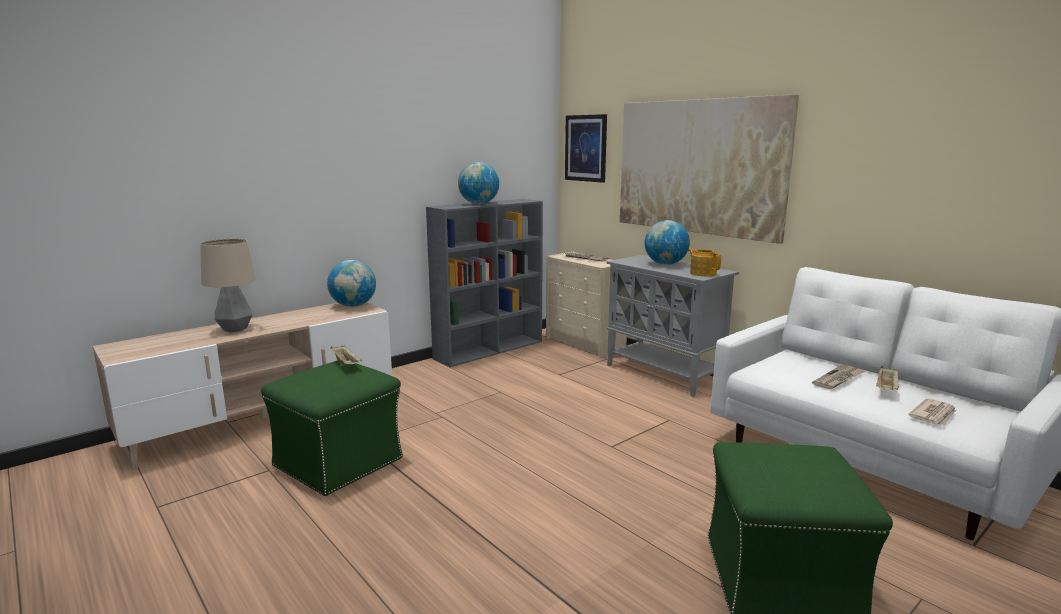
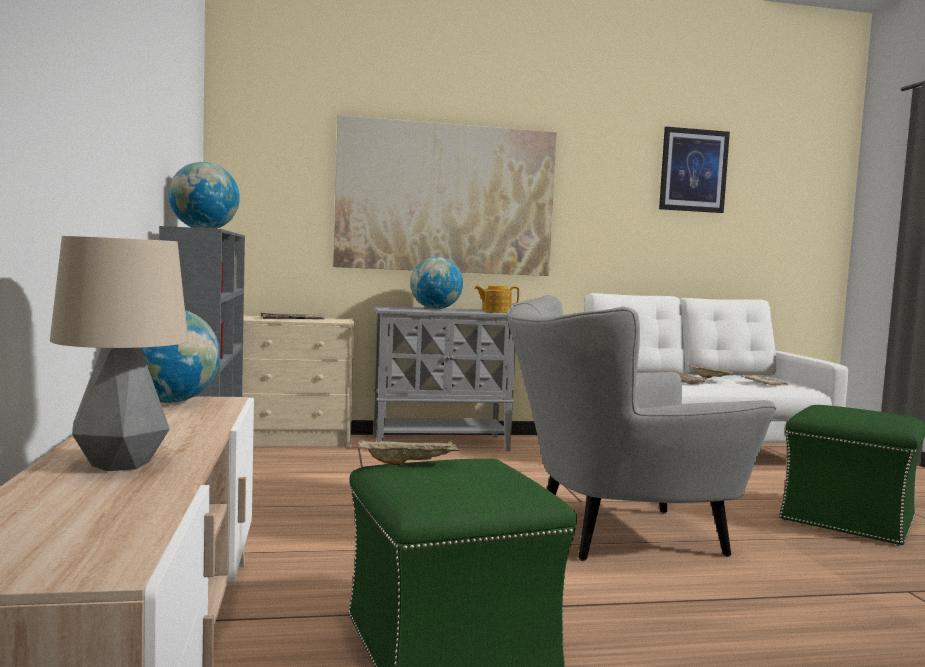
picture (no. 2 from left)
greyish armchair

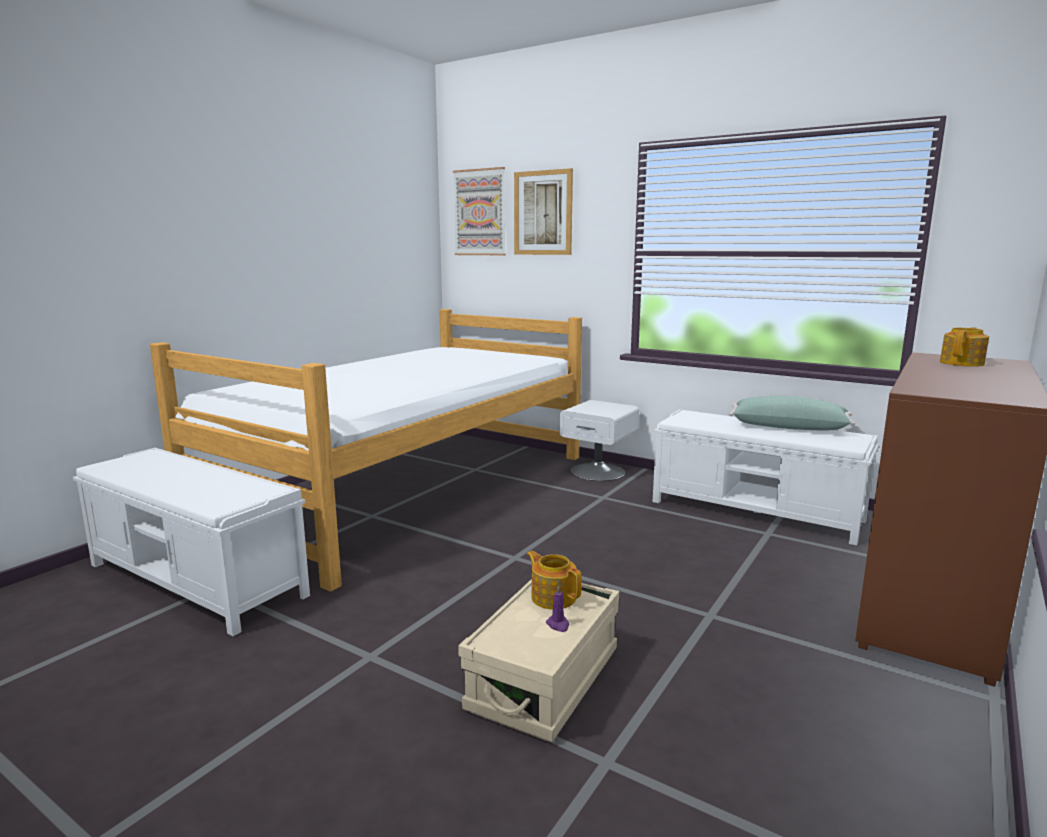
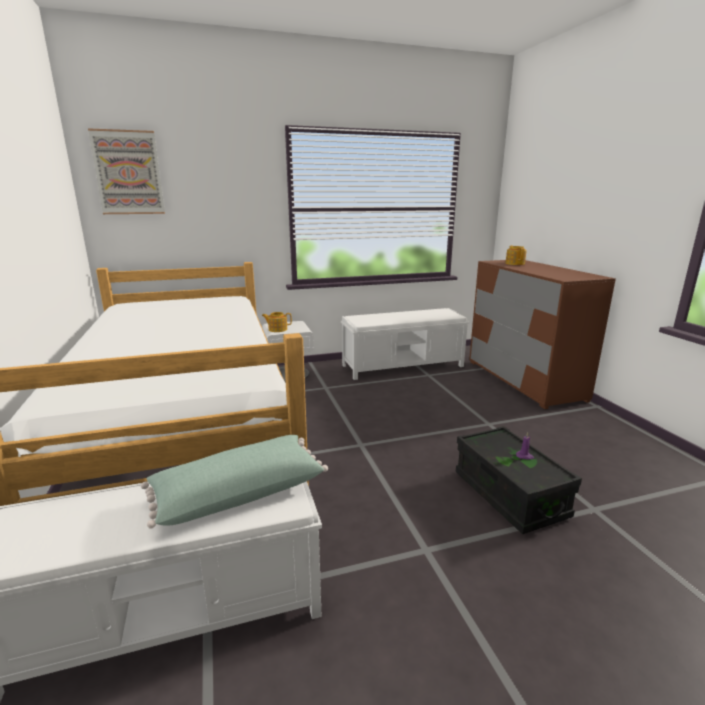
black storage bin
picture (no. 2 from left in the first image)
tea pot (no. 1 from left)
green-coloured pillow

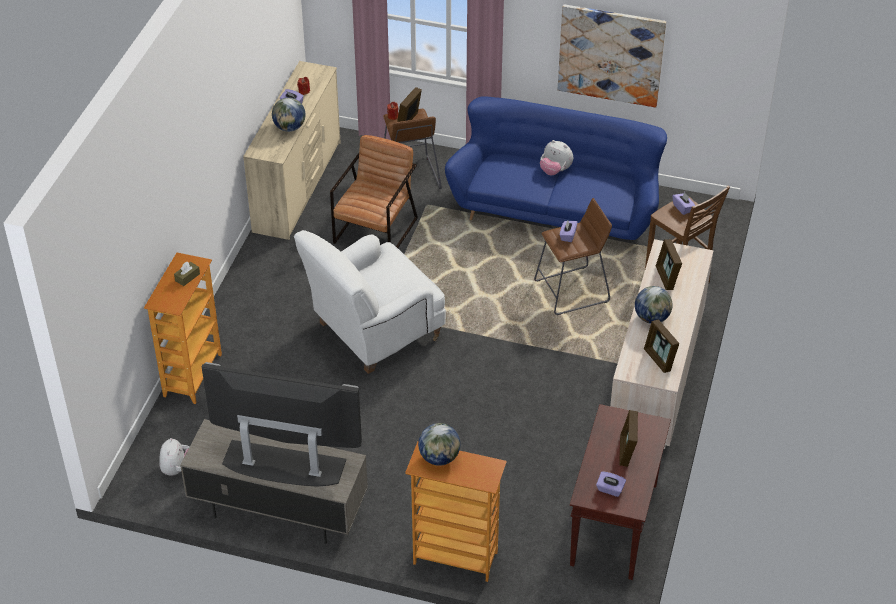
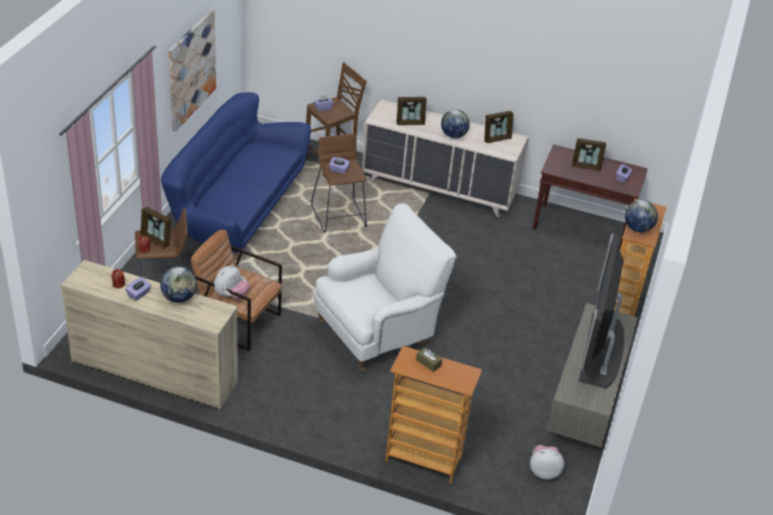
whitish armchair
soft toy (no. 1 from left)

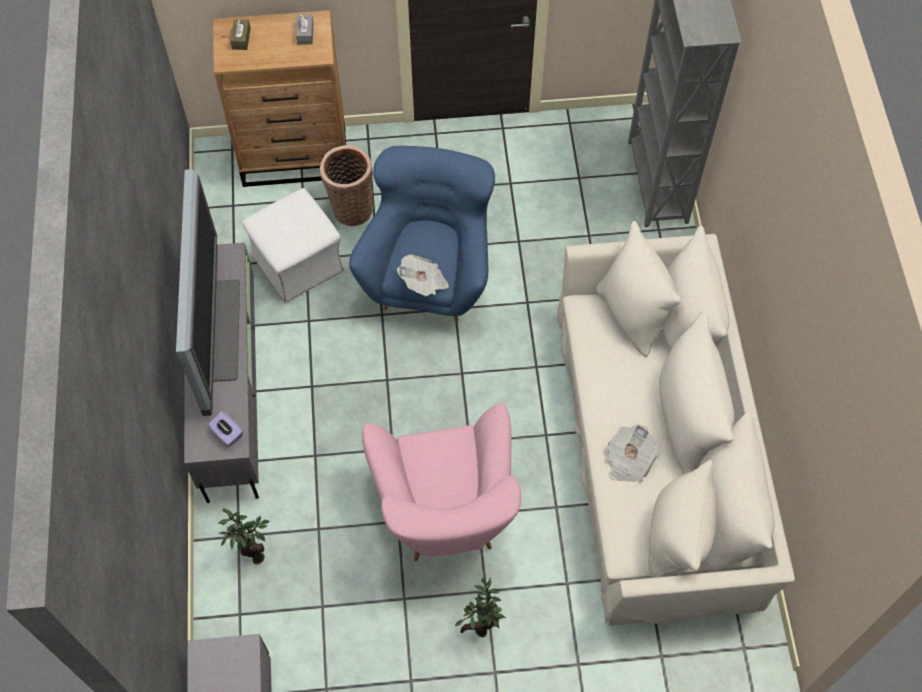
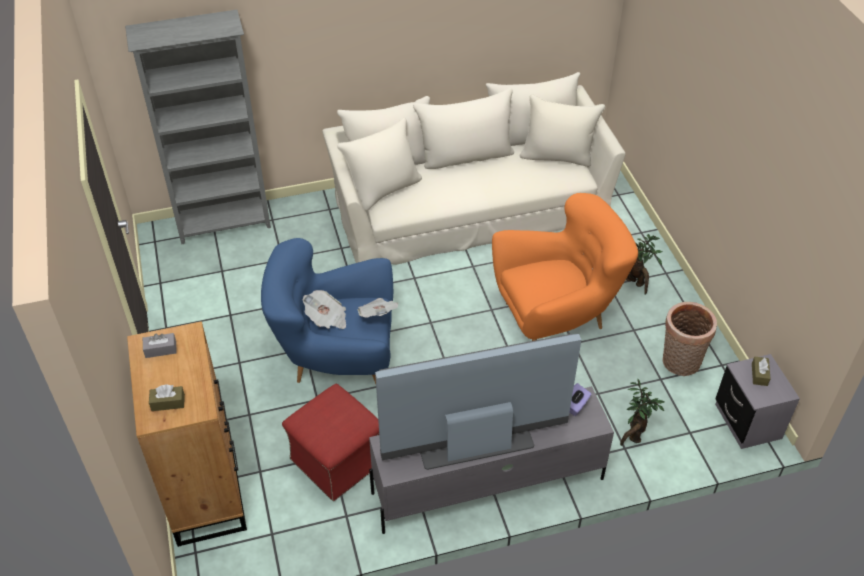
red-coloured ottoman
storage basket
orange armchair
newspaper (no. 1 from left)
brown-coloured tissue box (no. 2 from left)

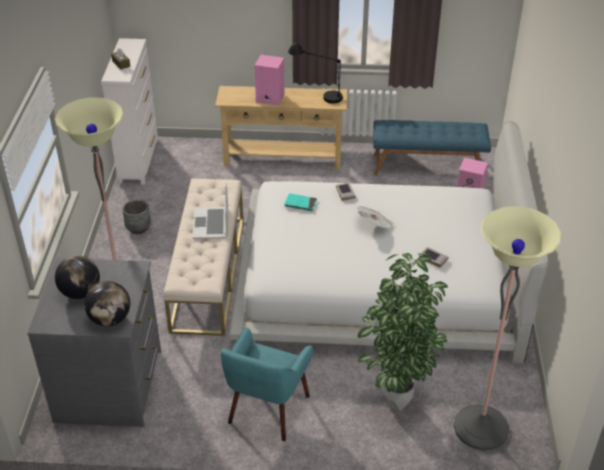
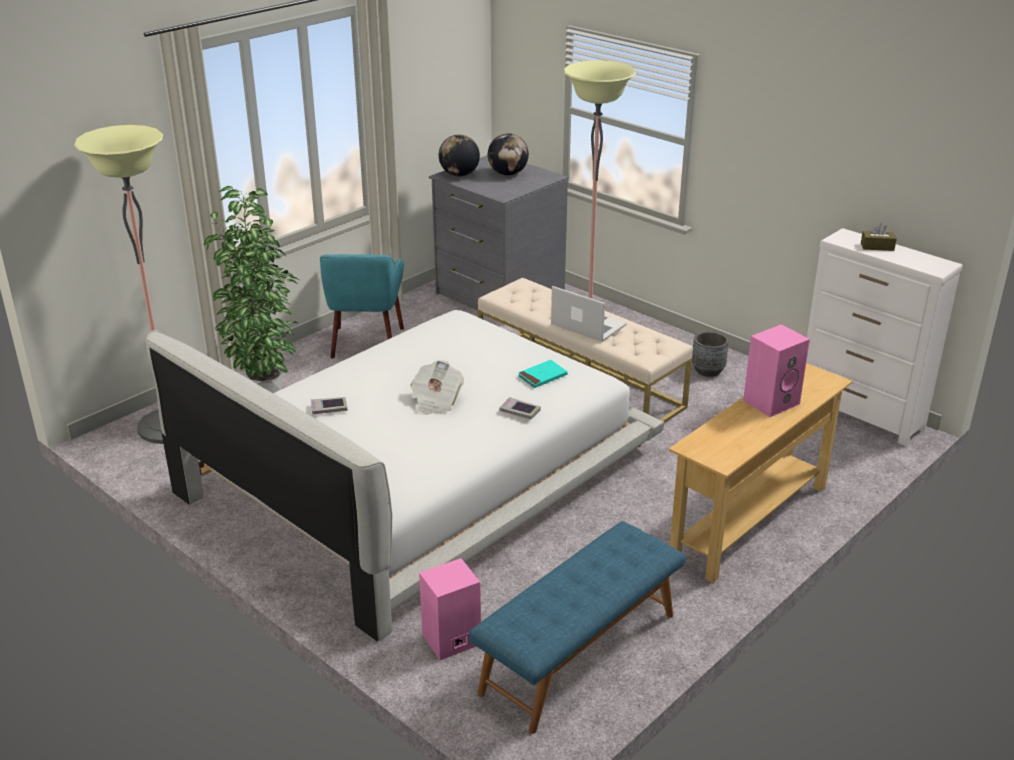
turquoise-coloured armchair
black table lamp

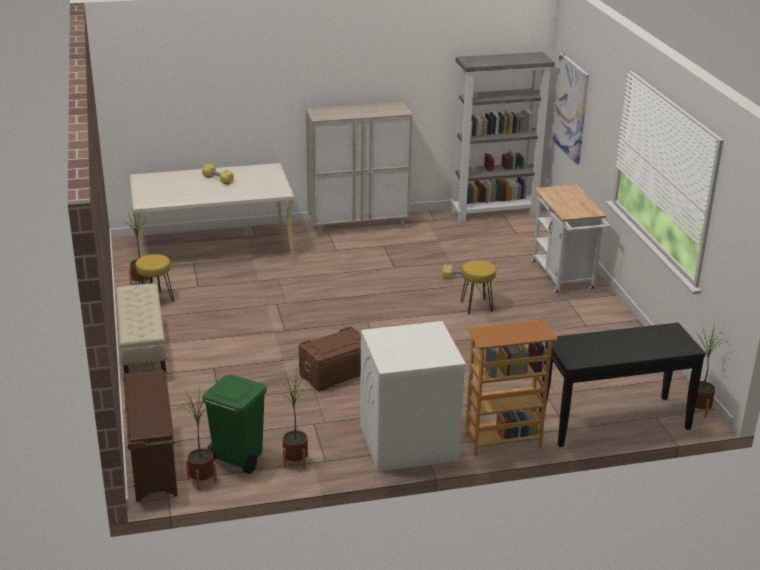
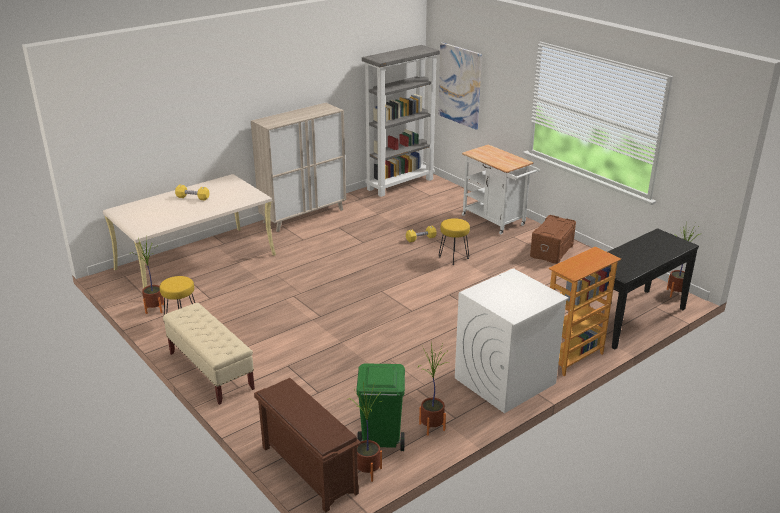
brown-coloured storage bin

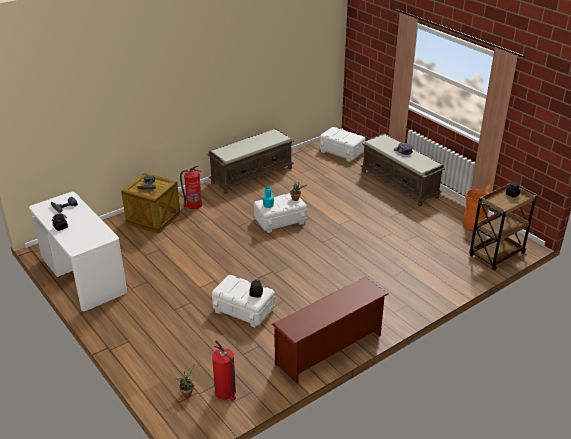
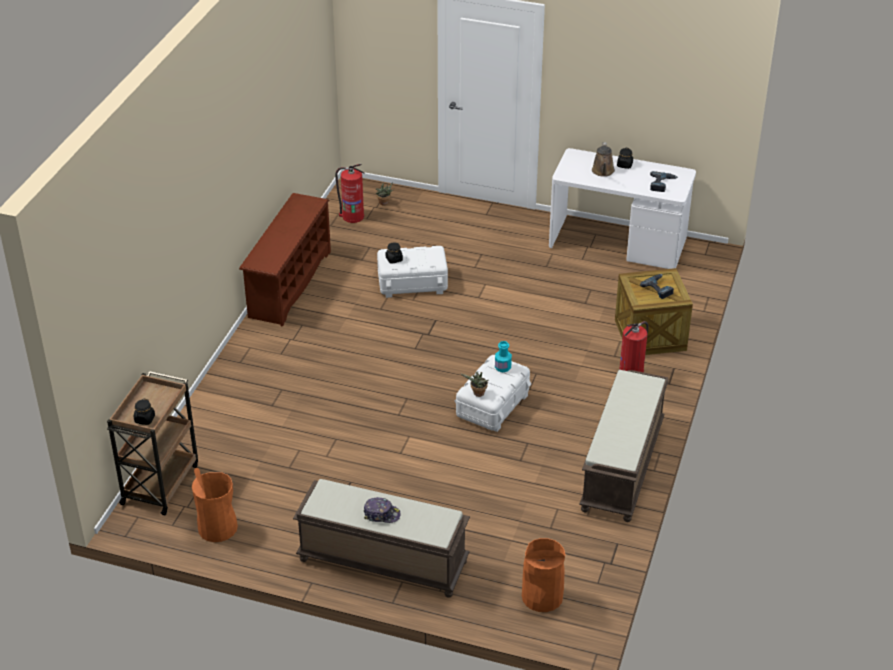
orange waste bin (no. 2 from left)
brown-coloured sprinkling can

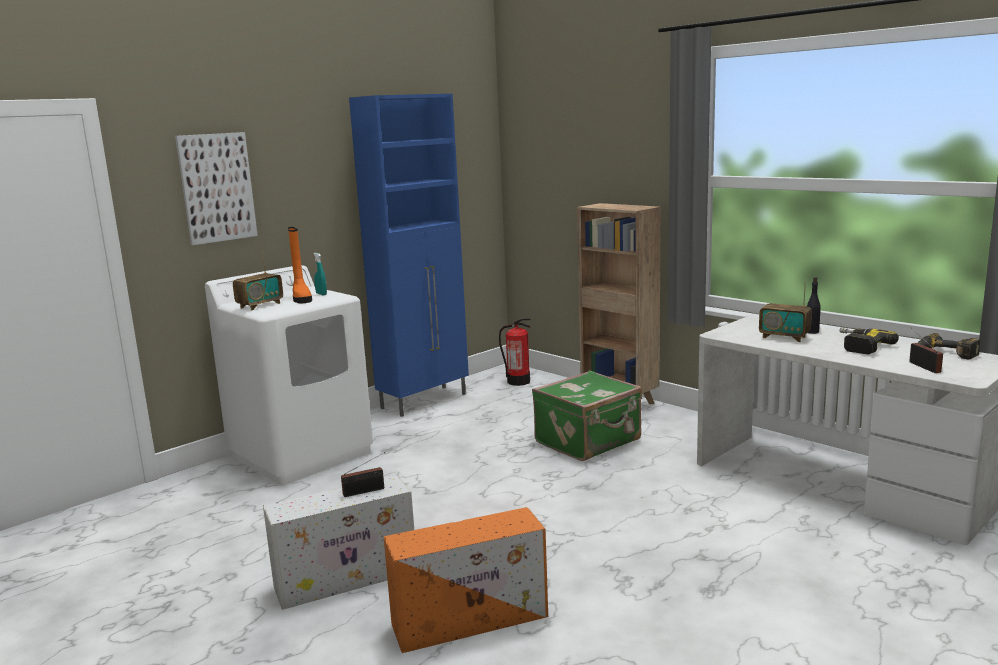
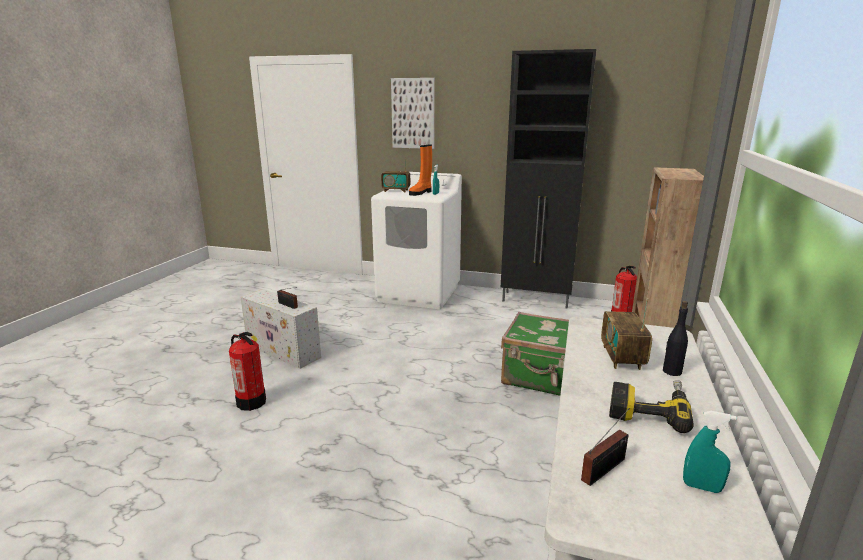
black storage cabinet
fire-fighting cylinder (no. 1 from left)
turquoise-coloured spray bottle (no. 2 from left)

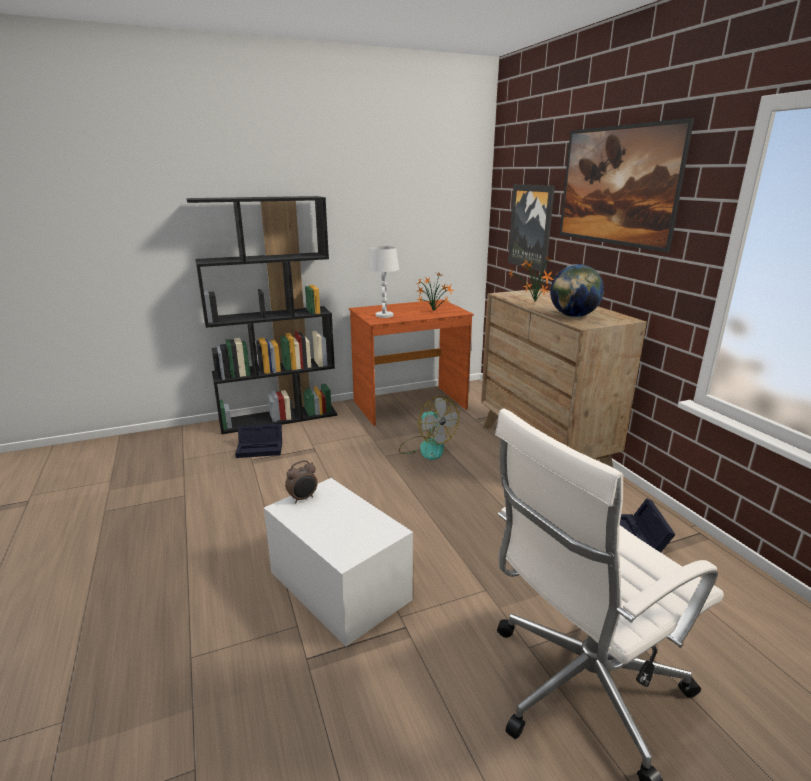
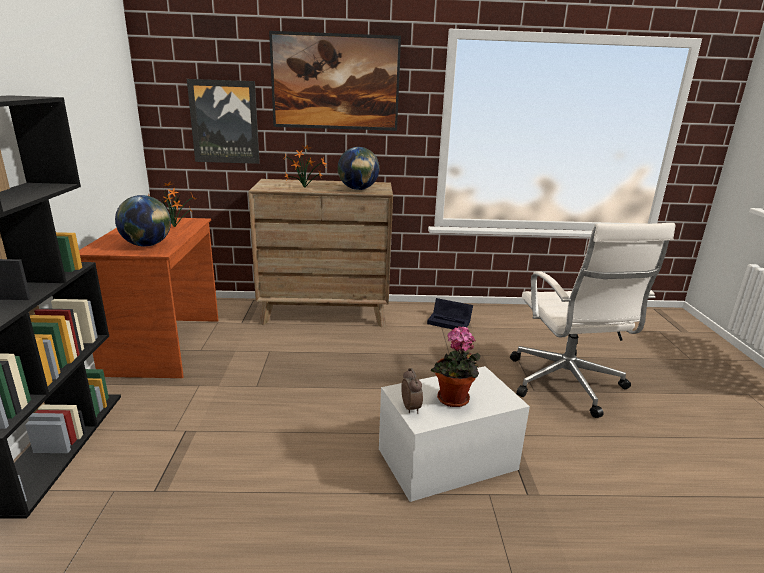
black storage bin (no. 1 from left in the first image)
globe (no. 1 from left)
electric fan
plant in a pot (no. 3 from left)

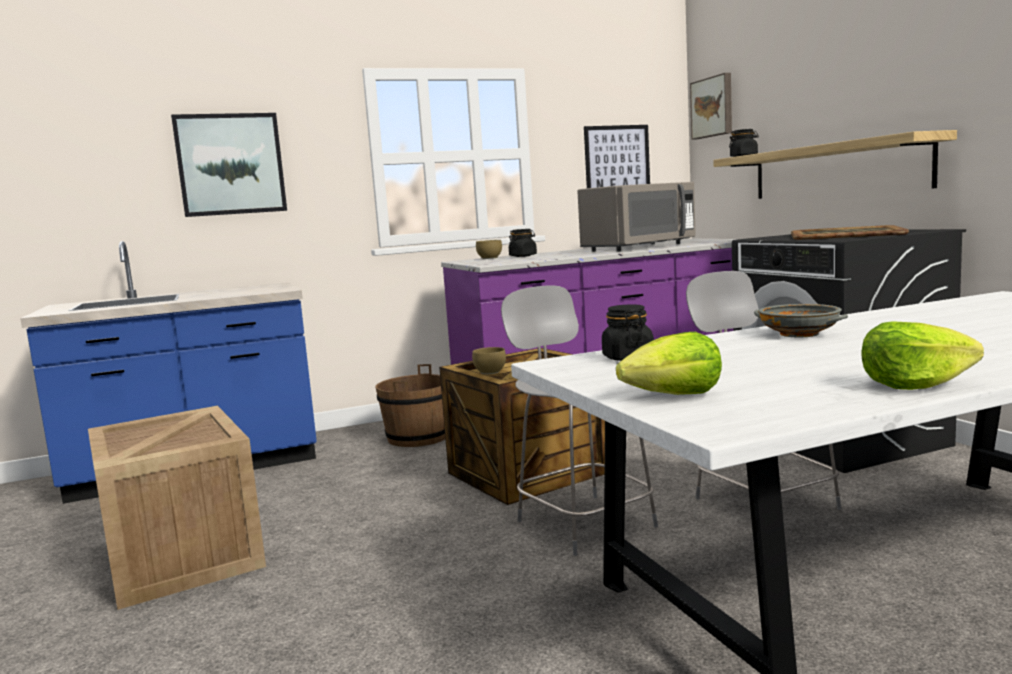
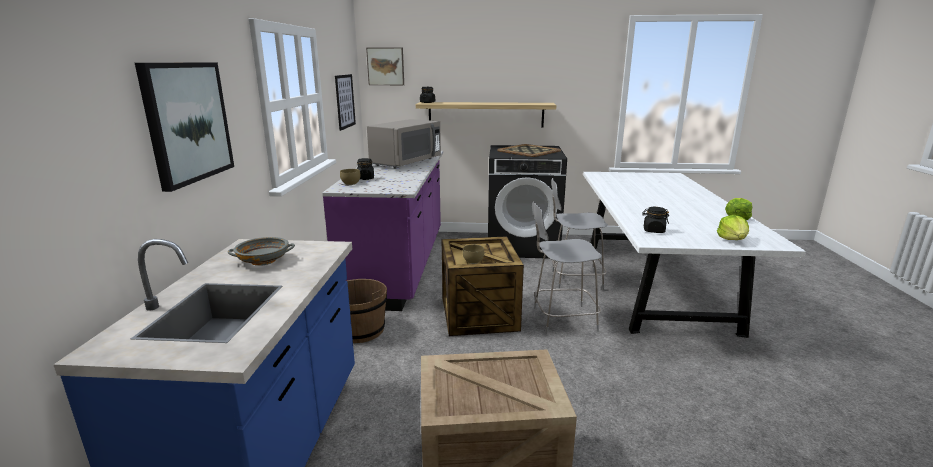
greyish microwave
greyish bowl

